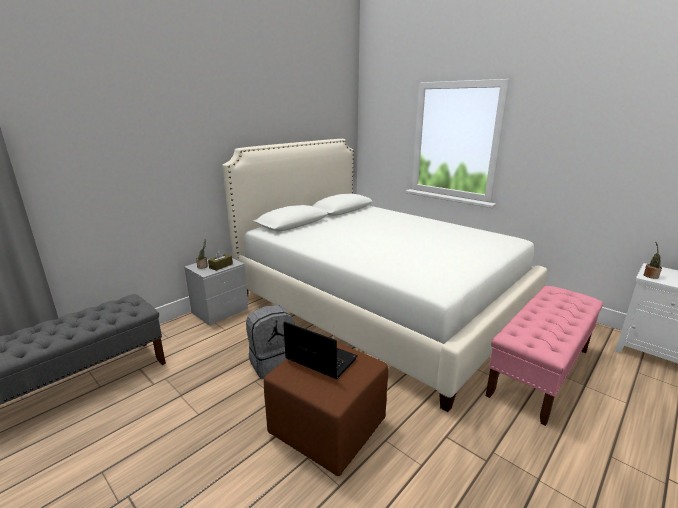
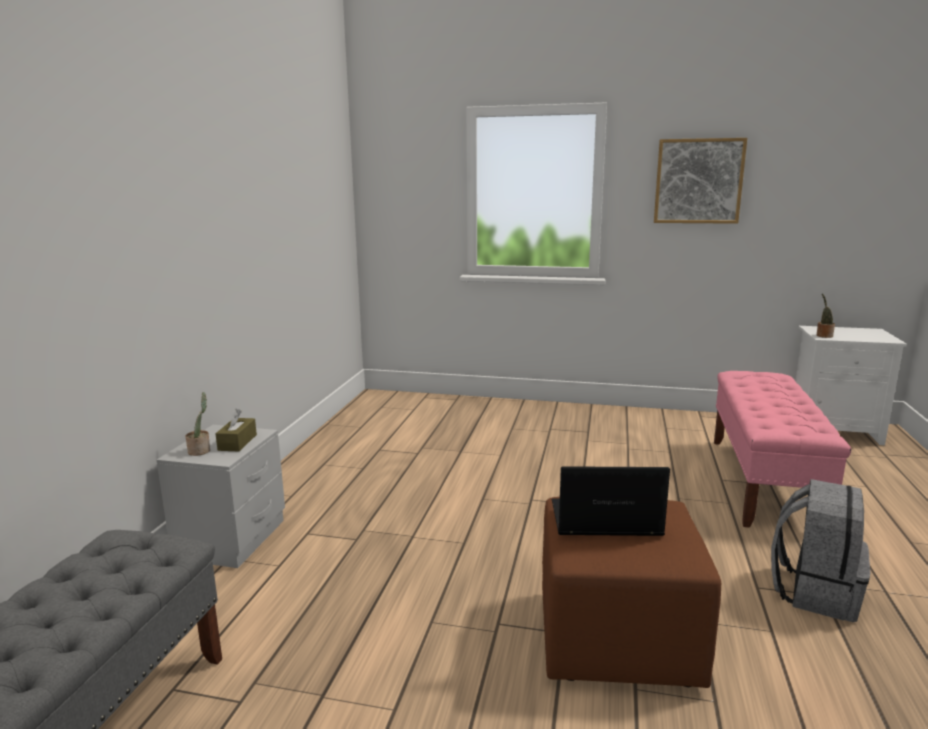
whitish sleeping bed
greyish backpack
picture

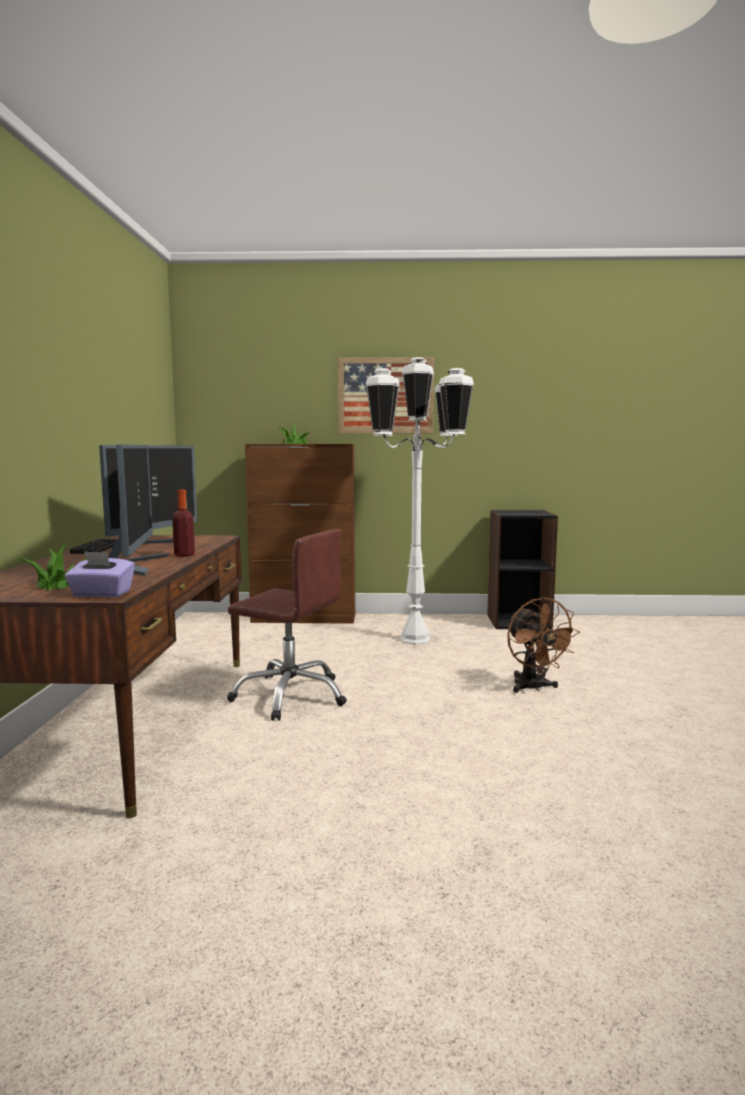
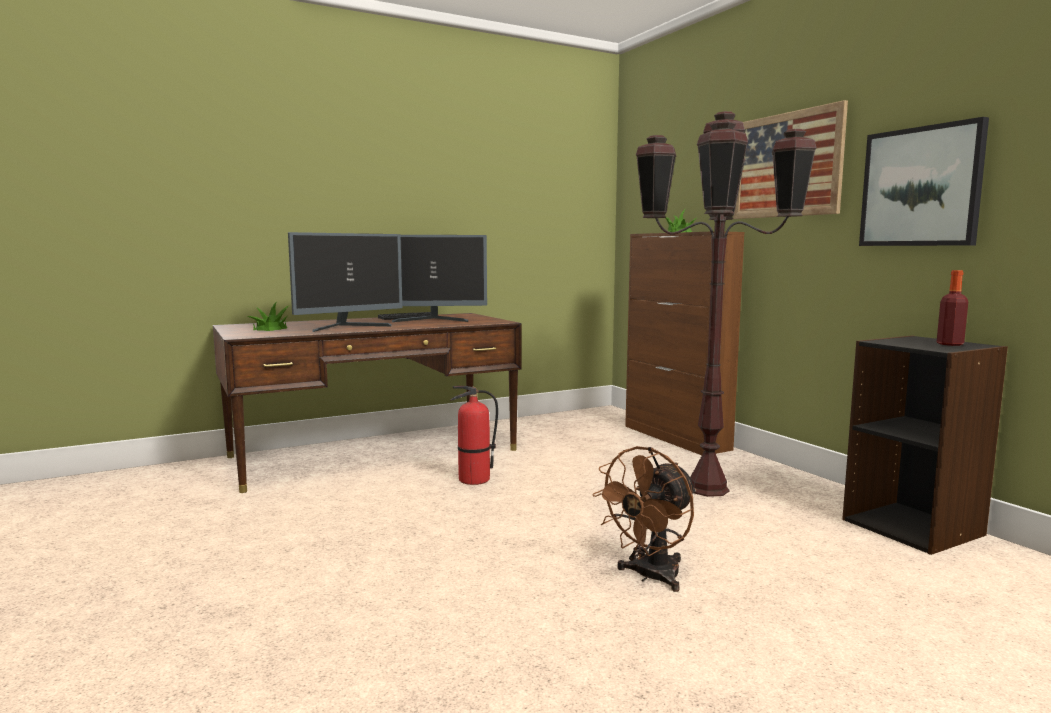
purplish tissue box
beverage bottle
fire-fighting cylinder
brown-coloured floor lamp
picture (no. 2 from left)

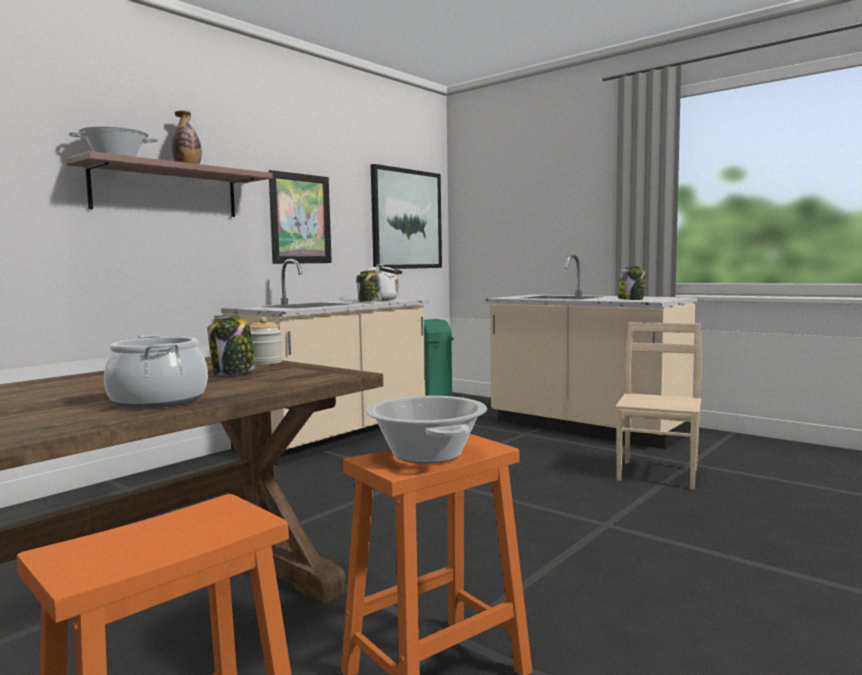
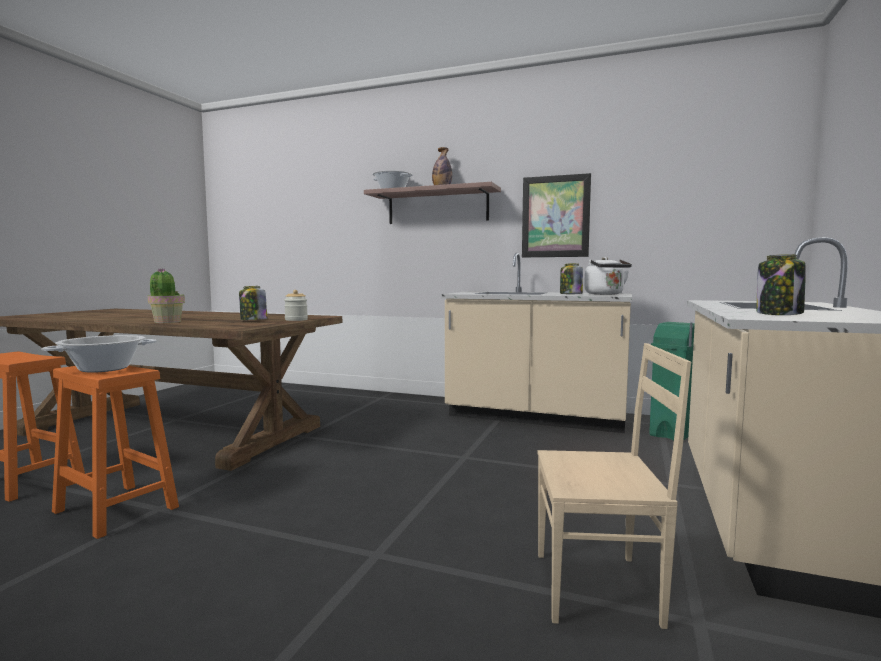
plant in a pot
picture (no. 2 from left in the first image)

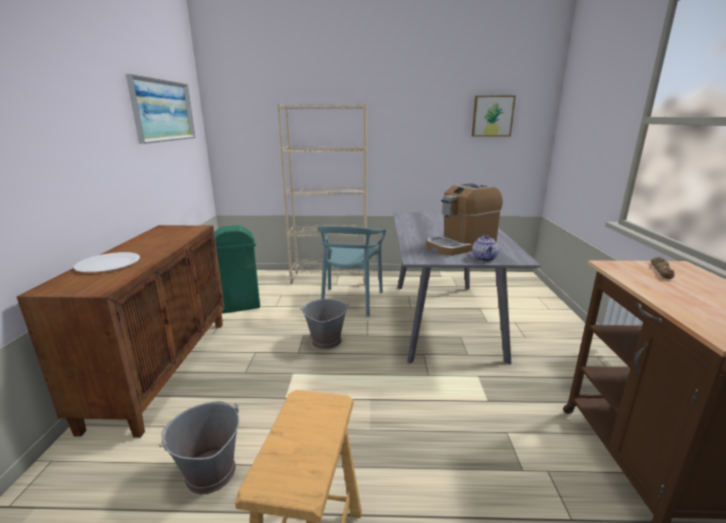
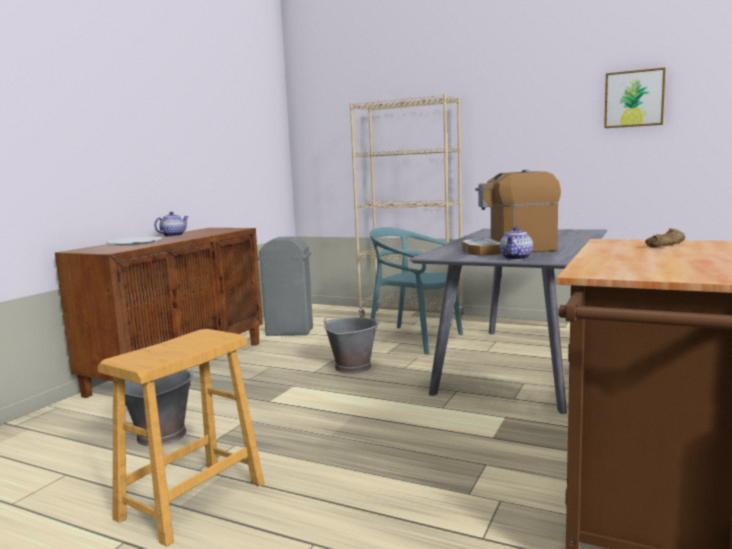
picture (no. 1 from left in the first image)
greyish waste bin
turquoise-coloured chair
tea pot (no. 1 from left)

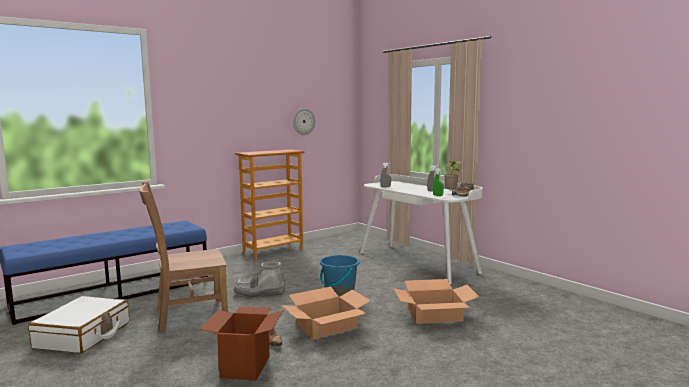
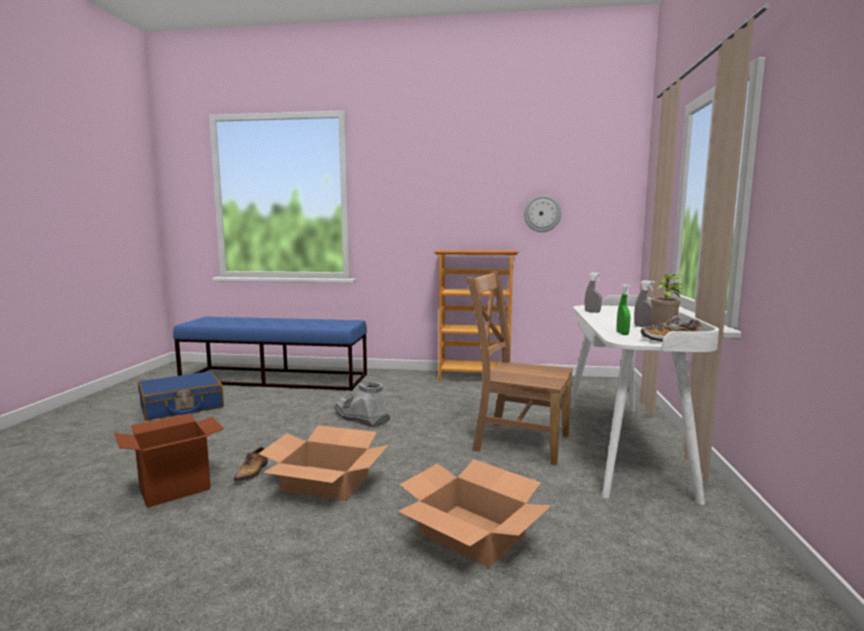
blue-coloured suitcase
brown-coloured chair
blue-coloured water bucket

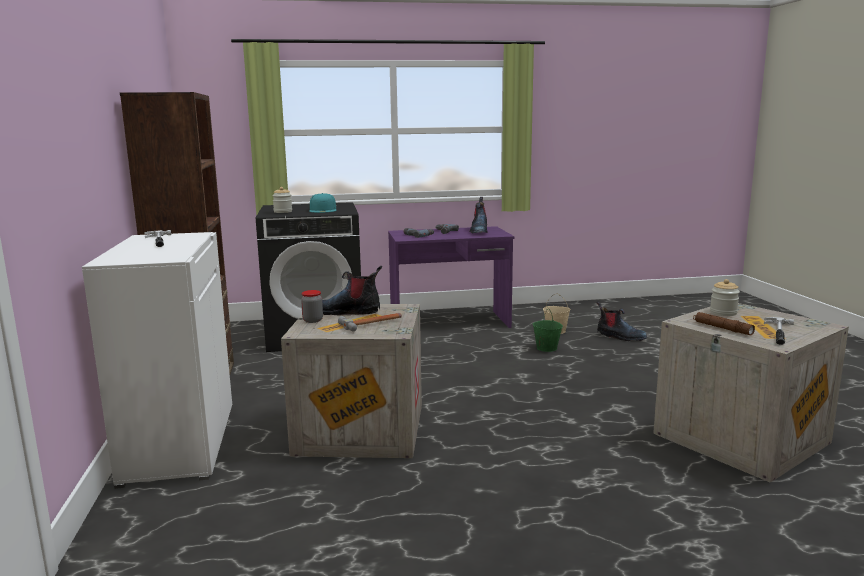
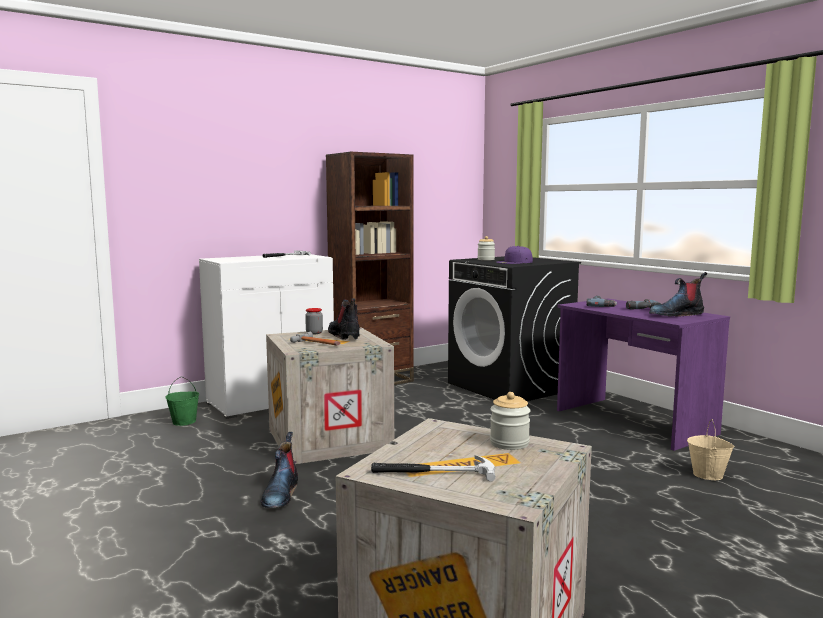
purplish cap
green-coloured water bucket
tall boot (no. 1 from left)
brown-coloured torch

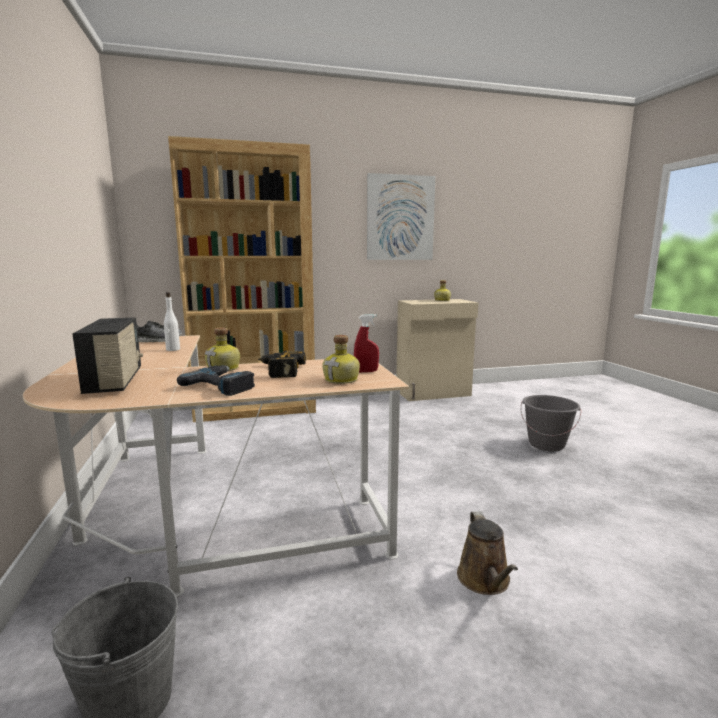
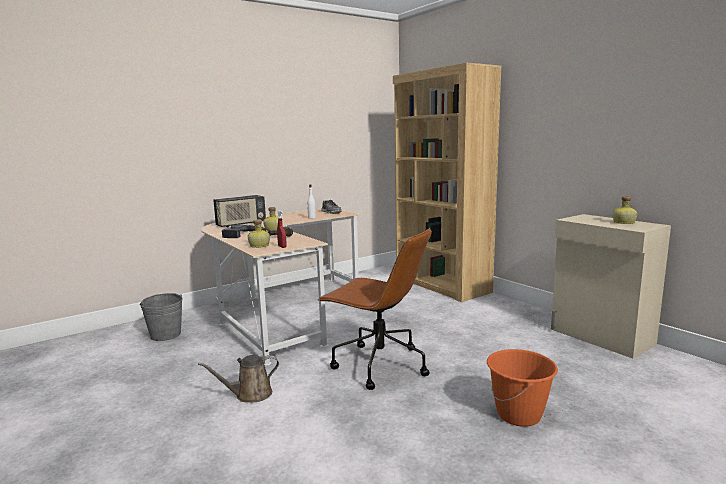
picture
orange water bucket
brown-coloured computer chair

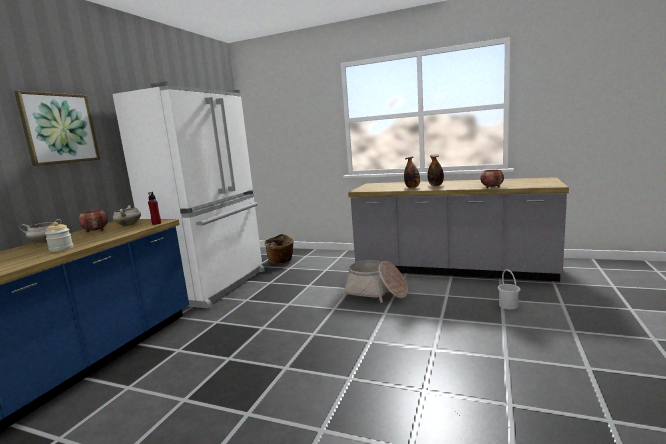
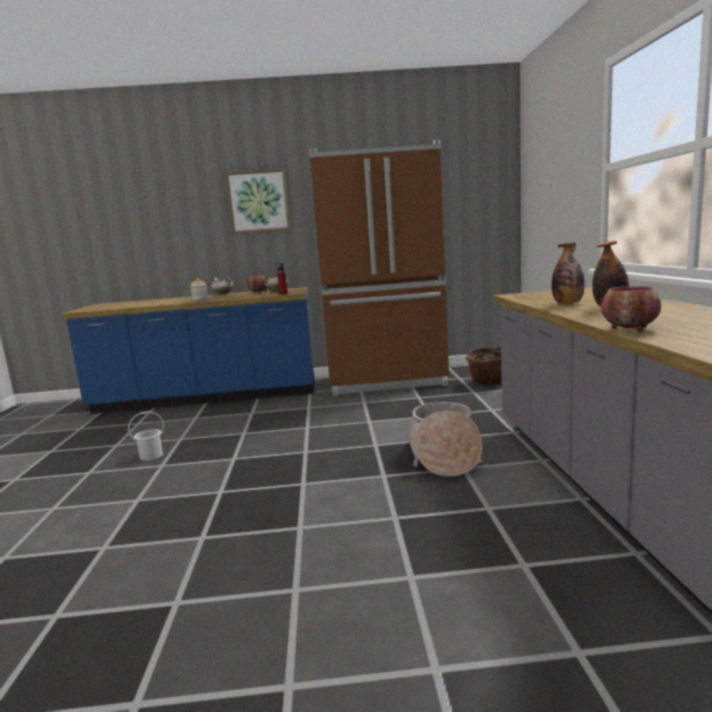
brown-coloured refrigerator
whitish water bucket

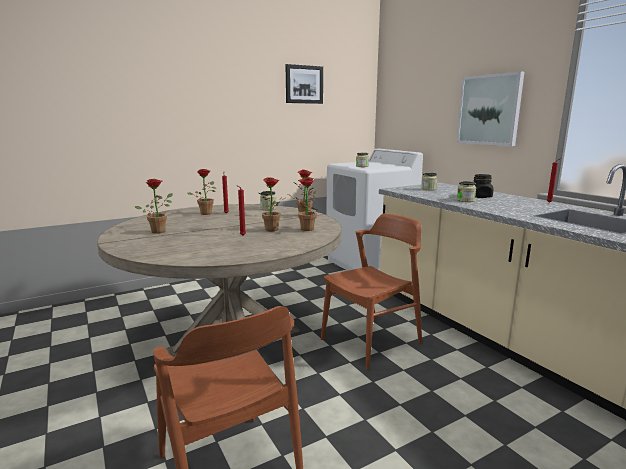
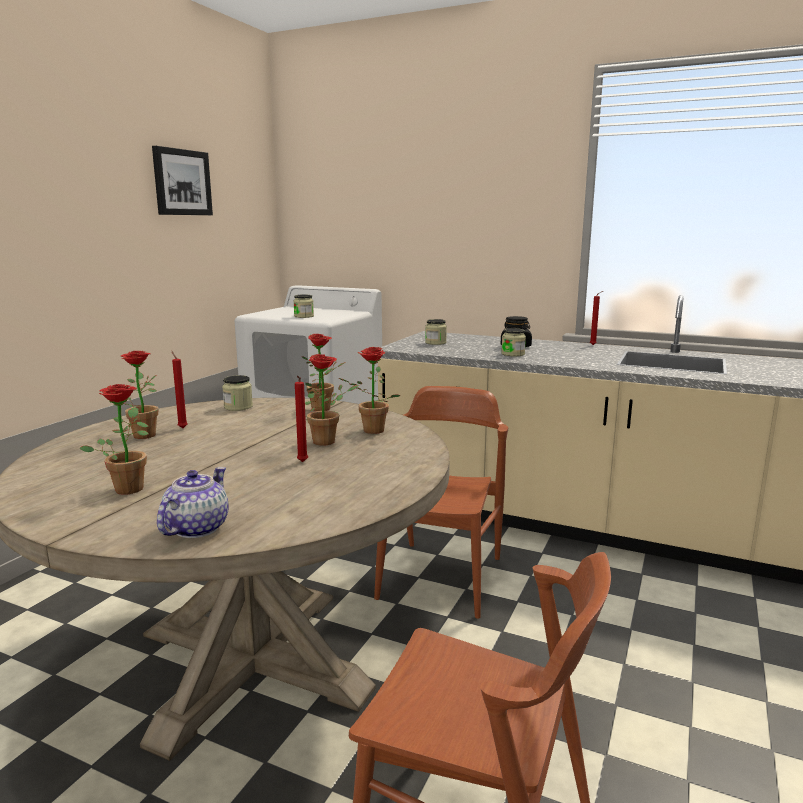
picture (no. 2 from left in the first image)
tea pot

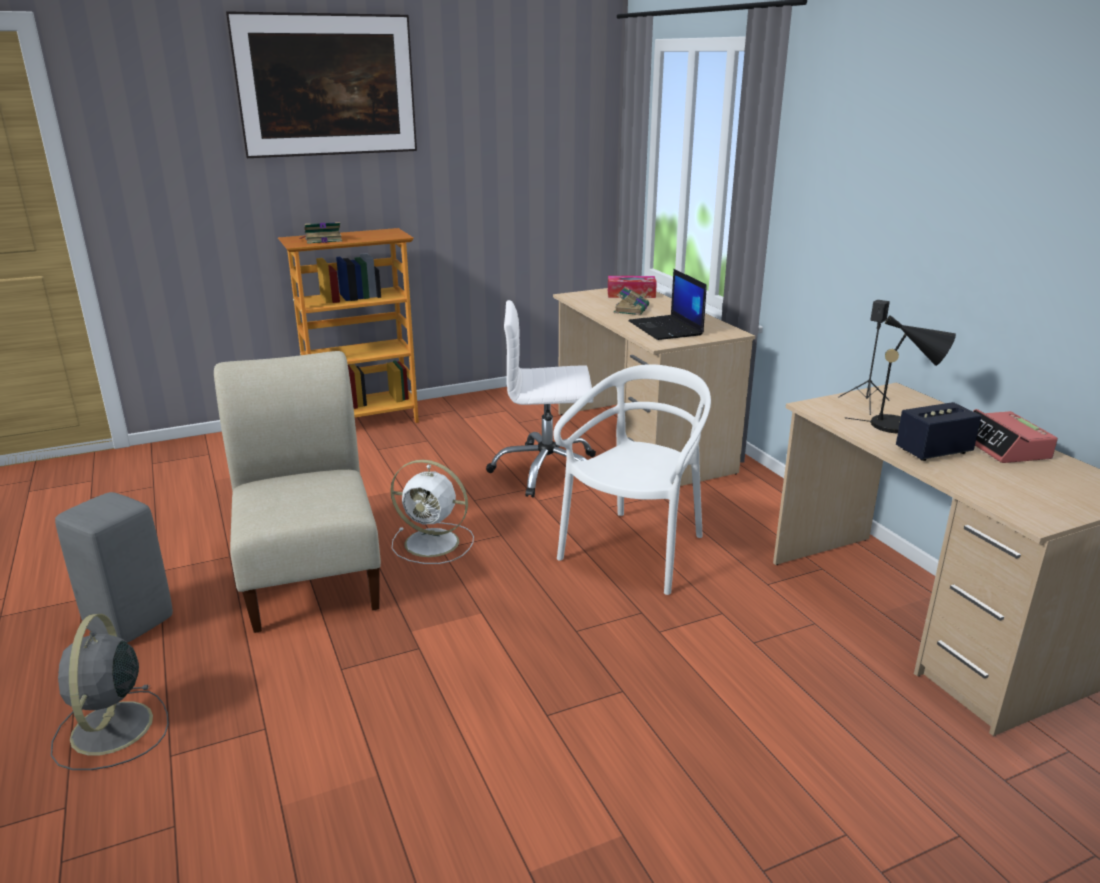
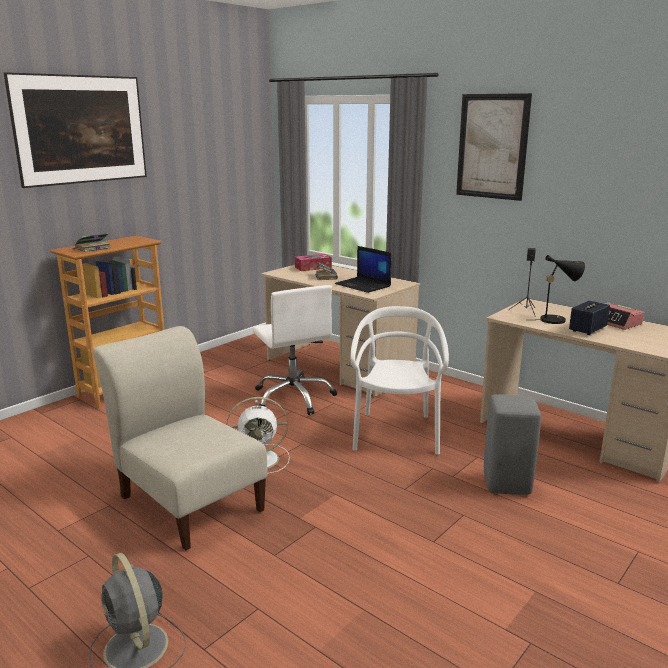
greyish sitting stool
whitish computer chair
picture (no. 2 from left)

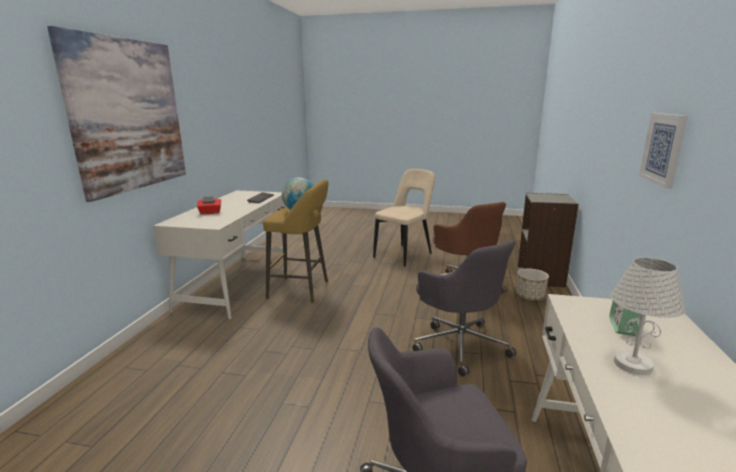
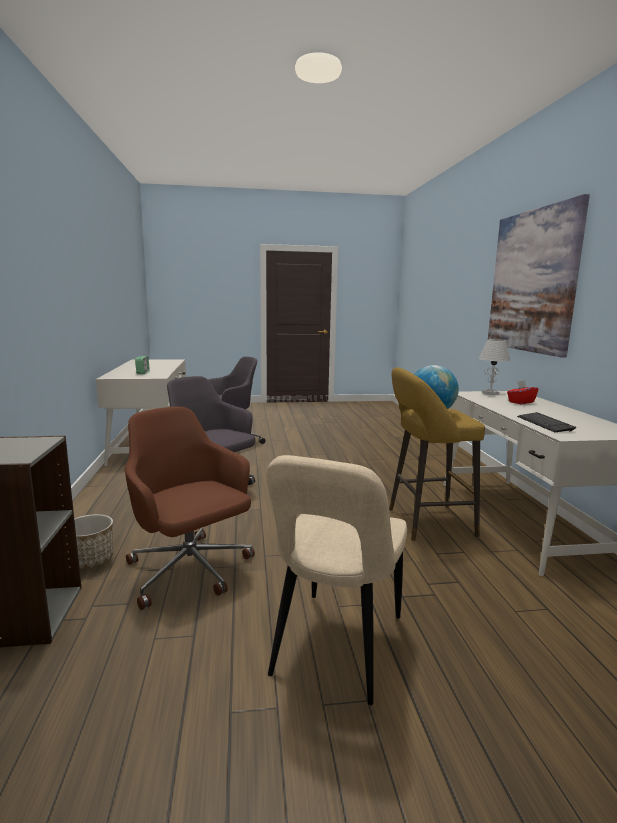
whitish table lamp
picture (no. 2 from left in the first image)

